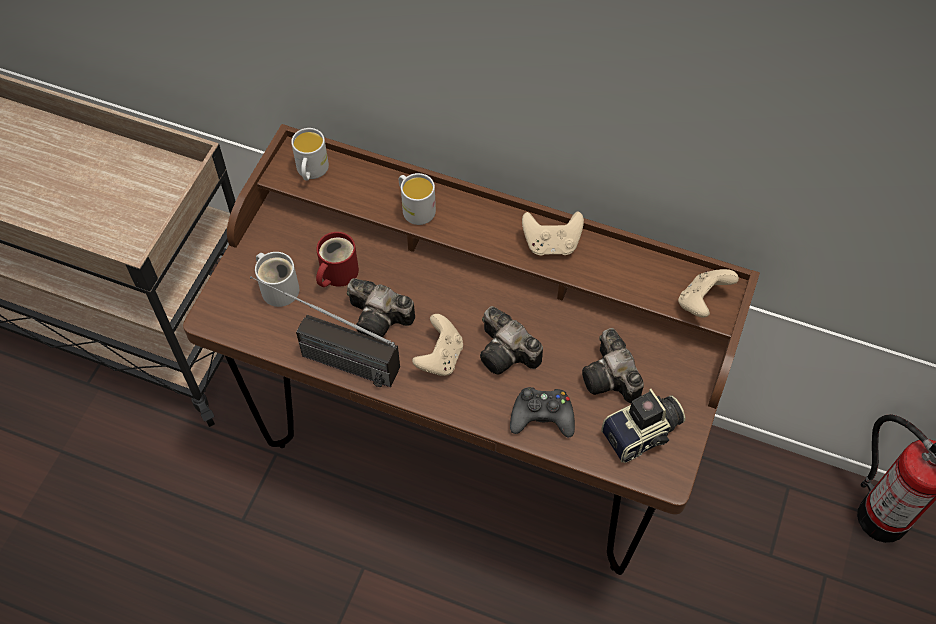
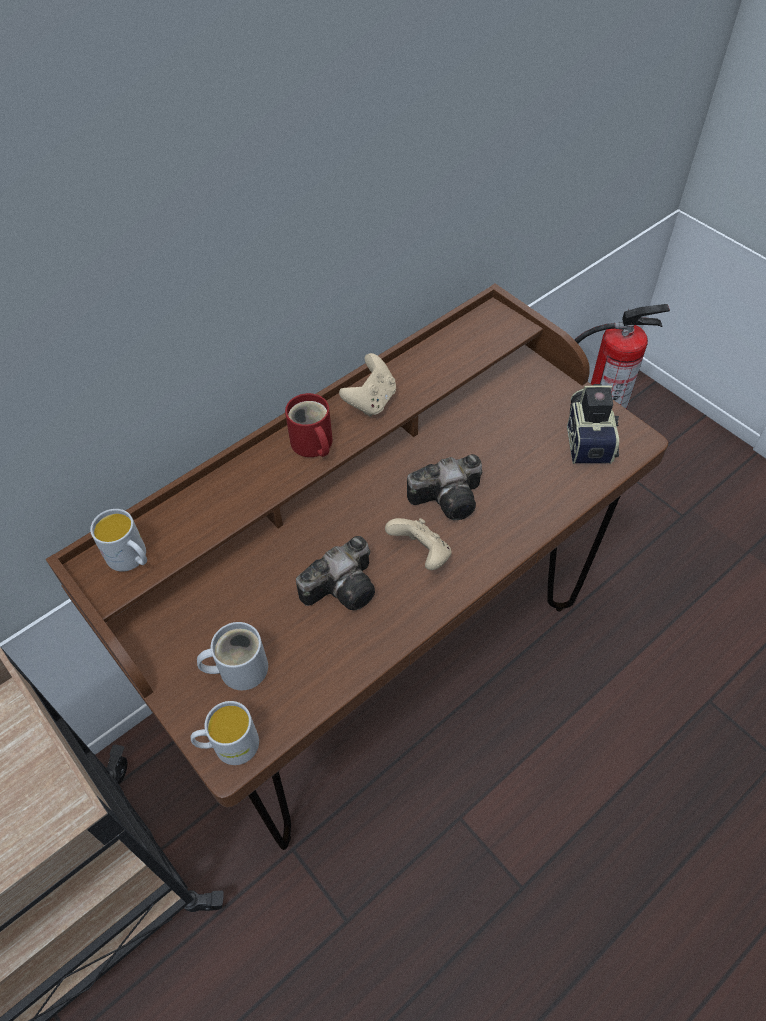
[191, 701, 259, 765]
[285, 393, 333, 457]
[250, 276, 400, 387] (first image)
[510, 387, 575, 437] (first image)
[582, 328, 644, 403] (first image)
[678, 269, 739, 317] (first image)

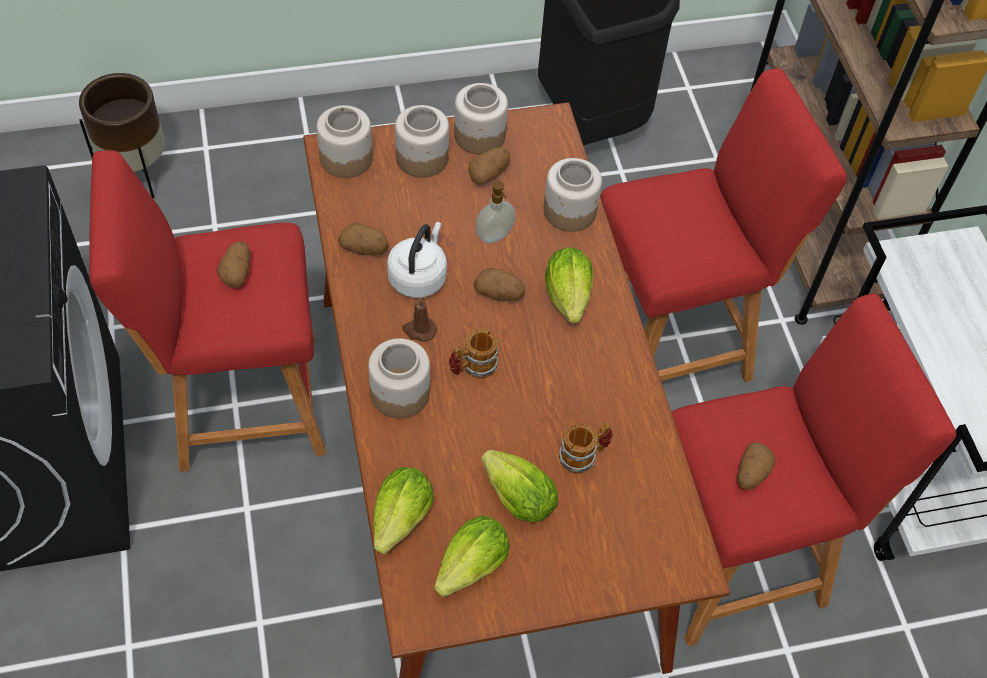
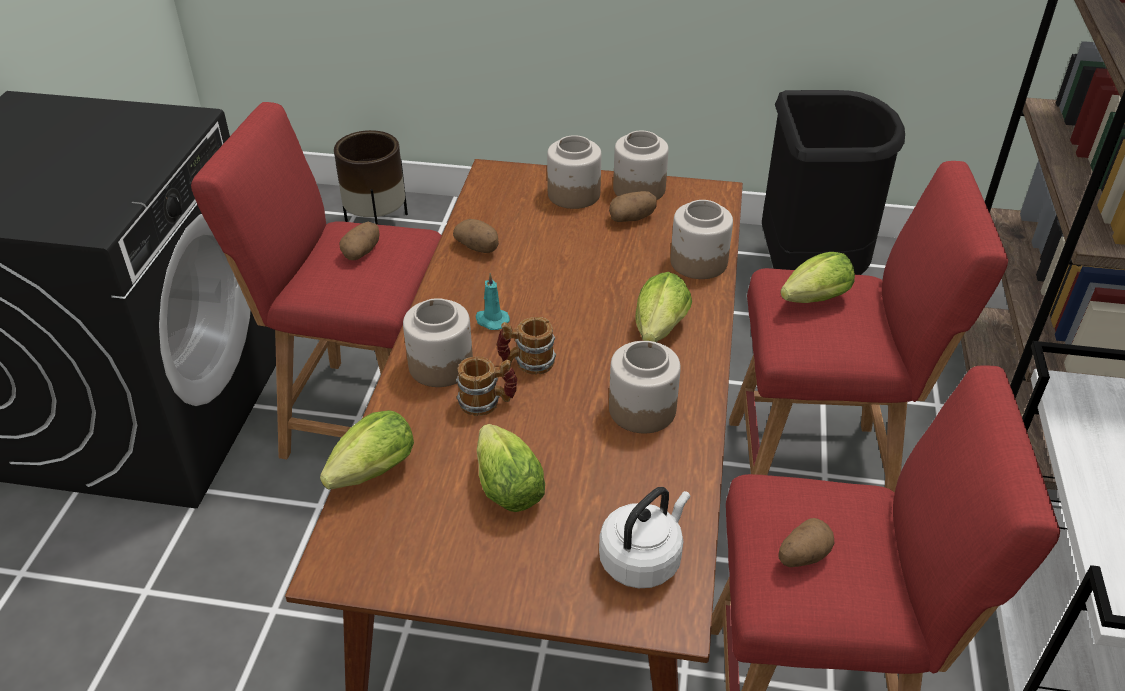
[456, 356, 518, 416]
[476, 274, 510, 330]
[599, 487, 690, 588]
[609, 341, 681, 434]
[780, 252, 855, 303]
[474, 268, 525, 302] (first image)
[476, 181, 515, 244] (first image)

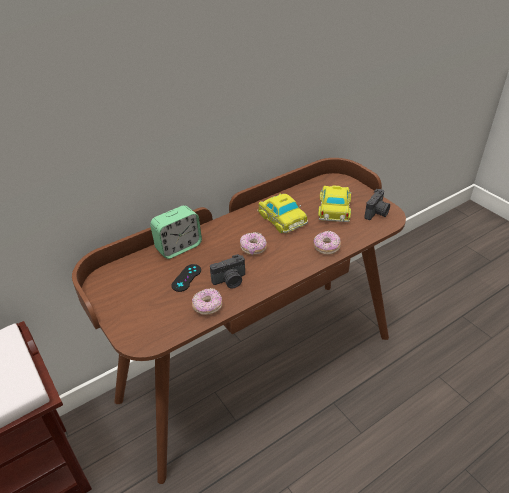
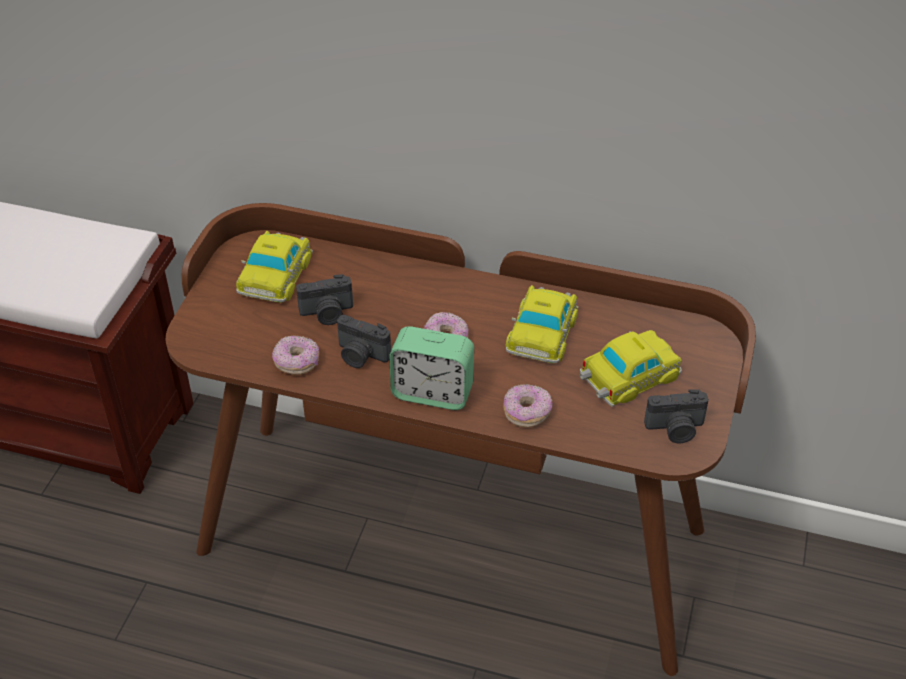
[236, 231, 313, 303]
[296, 274, 353, 325]
[389, 326, 474, 410]

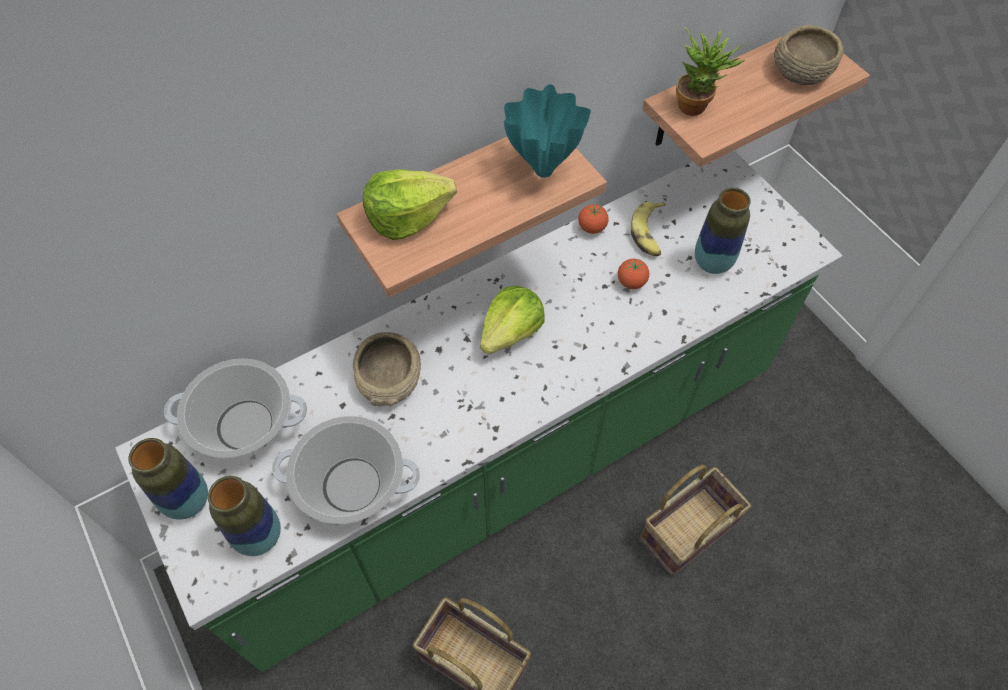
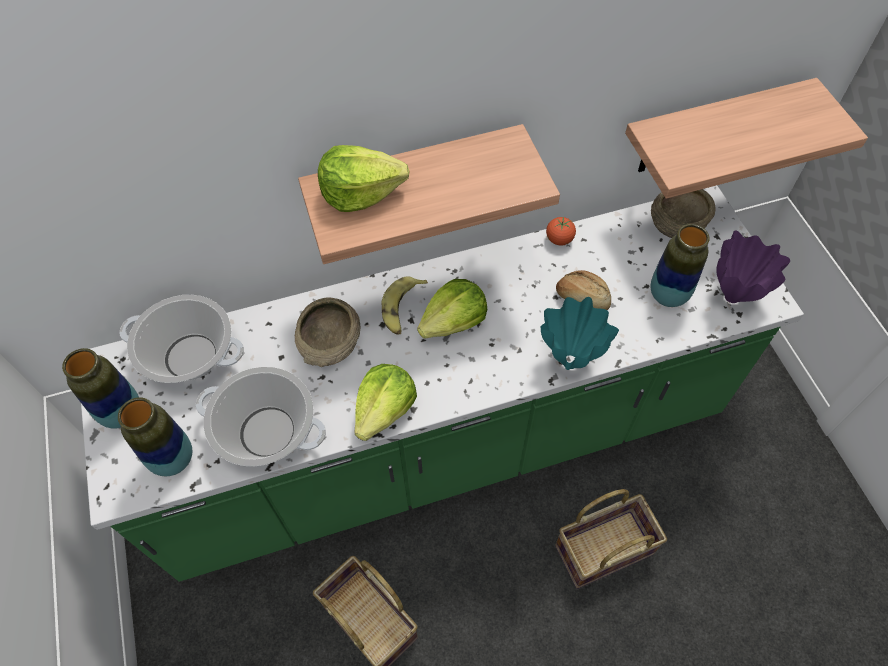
[355, 364, 417, 441]
[382, 277, 428, 335]
[541, 297, 619, 370]
[556, 270, 611, 310]
[651, 189, 716, 238]
[716, 230, 790, 303]
[676, 27, 745, 116] (first image)

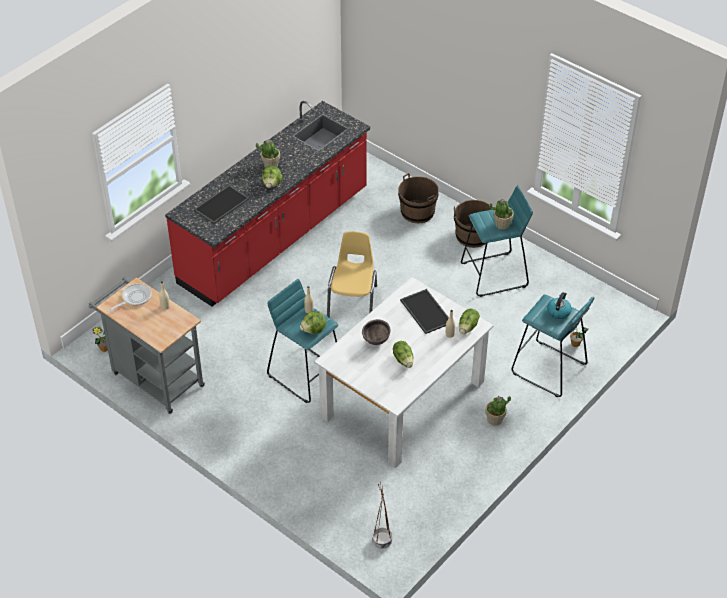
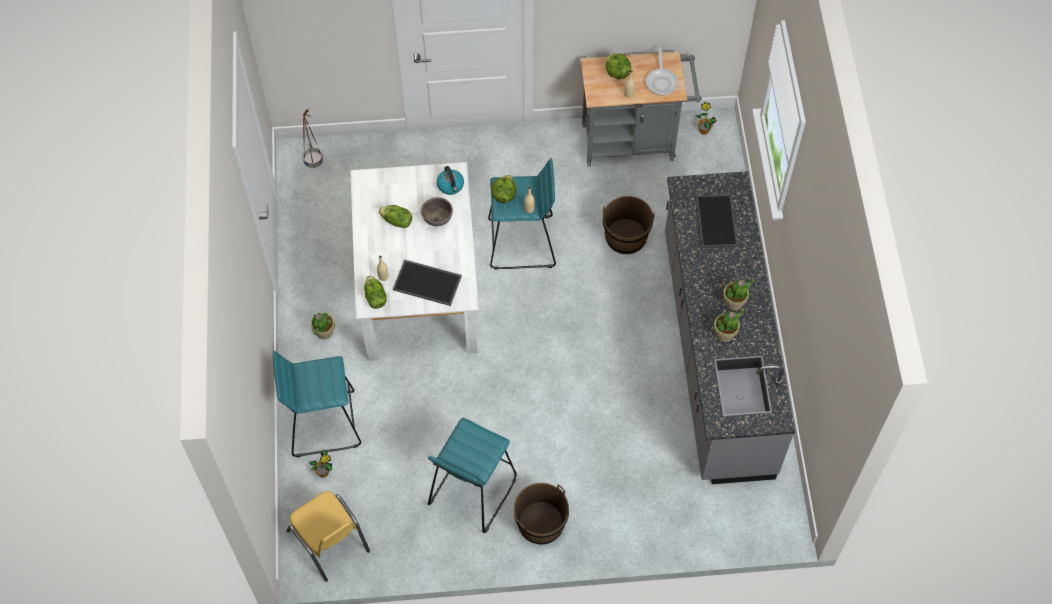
[286, 491, 370, 582]
[437, 166, 464, 195]
[602, 196, 655, 254]
[606, 54, 631, 79]
[665, 171, 795, 484]
[714, 308, 744, 342]

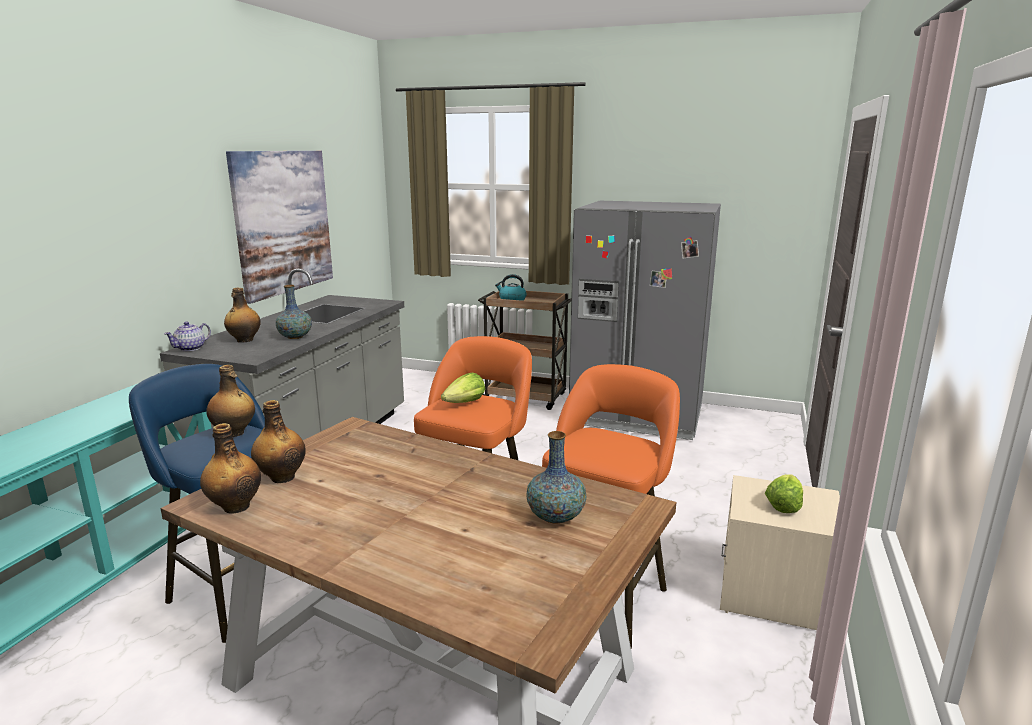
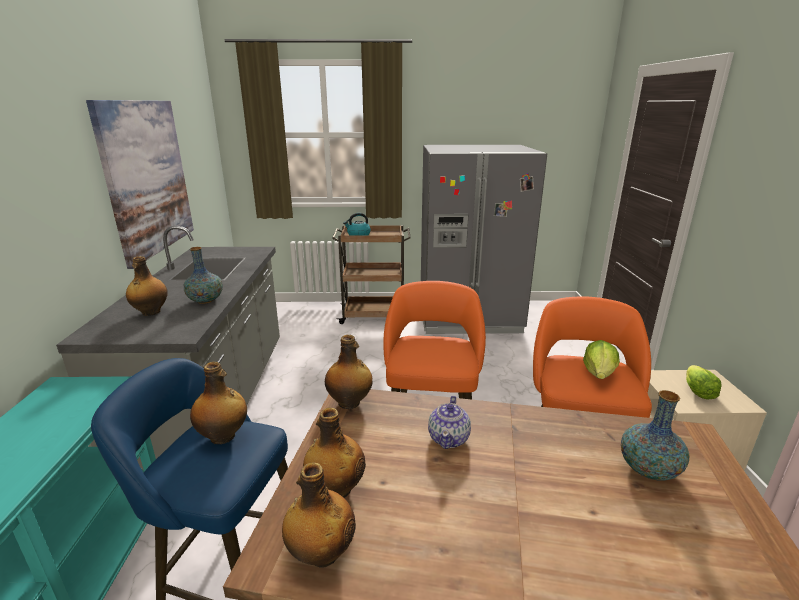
[325, 335, 373, 409]
[428, 396, 471, 449]
[583, 340, 620, 379]

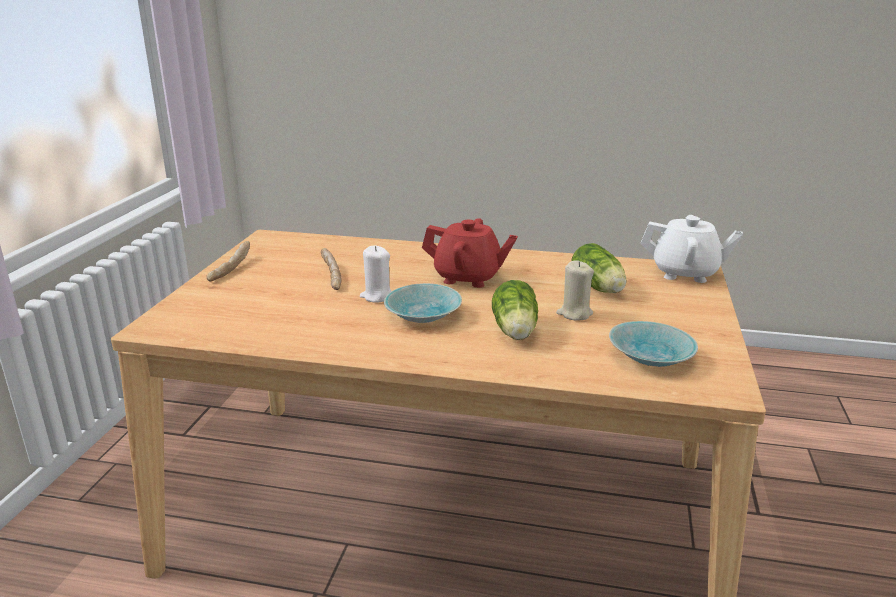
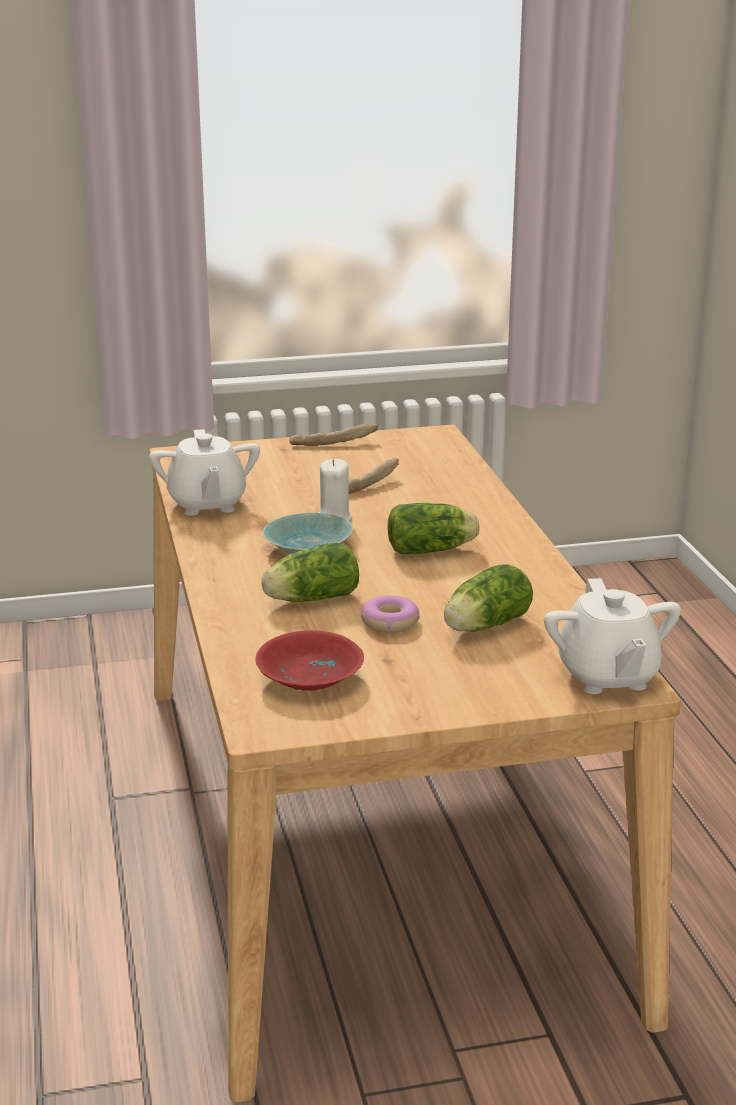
[149, 429, 260, 516]
[255, 630, 364, 691]
[361, 595, 420, 633]
[388, 503, 479, 554]

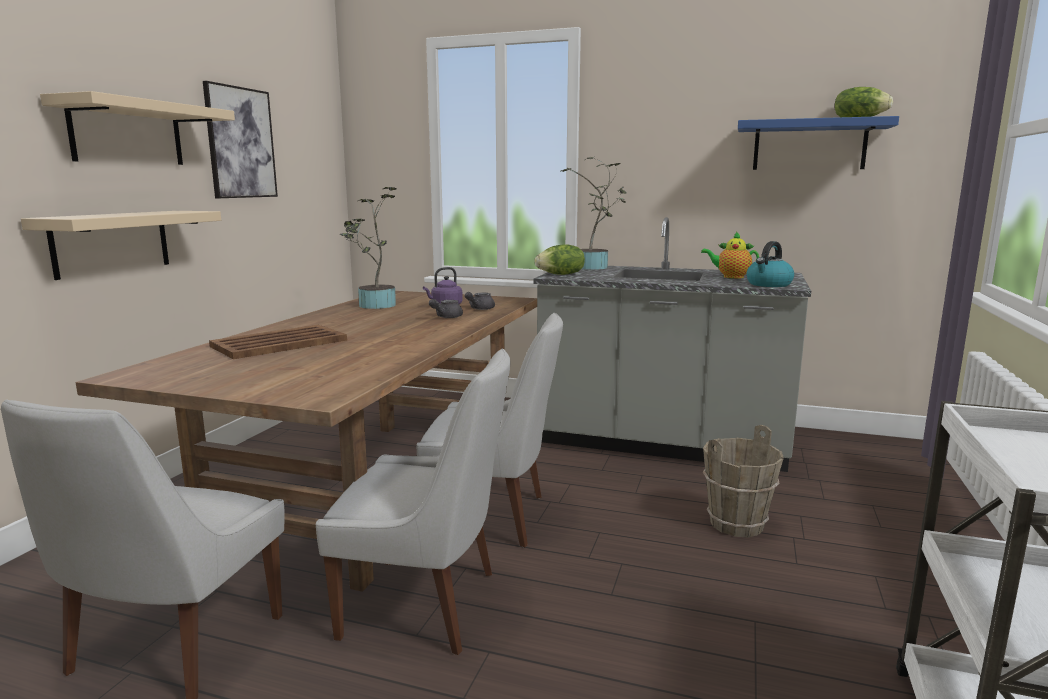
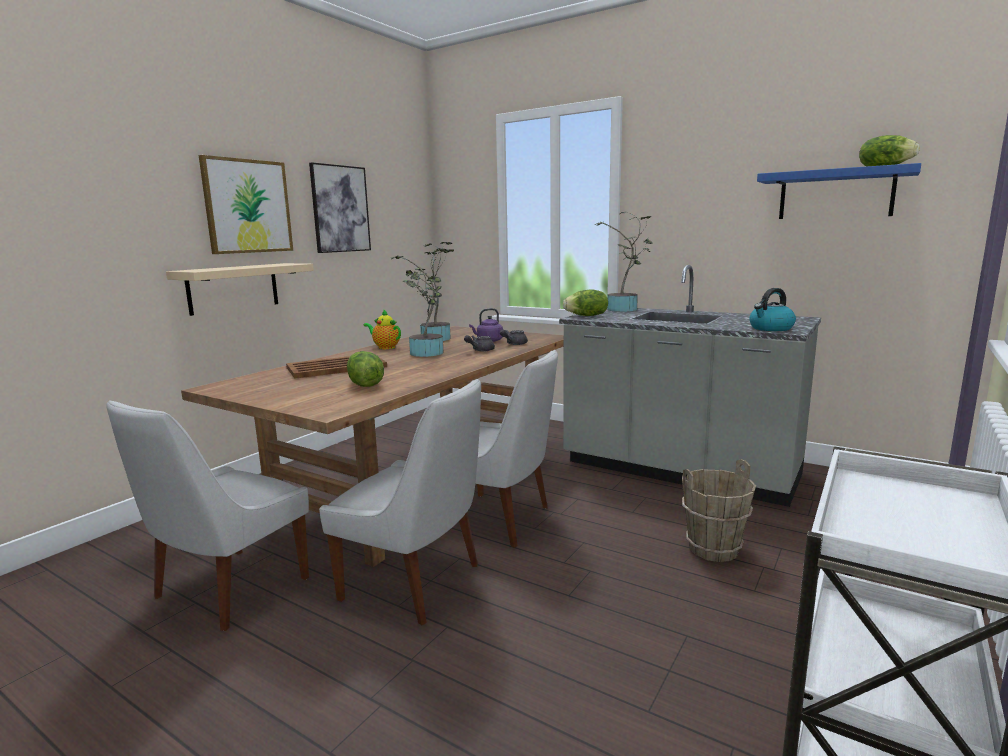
[199, 155, 293, 254]
[347, 351, 384, 387]
[364, 310, 401, 349]
[391, 243, 454, 357]

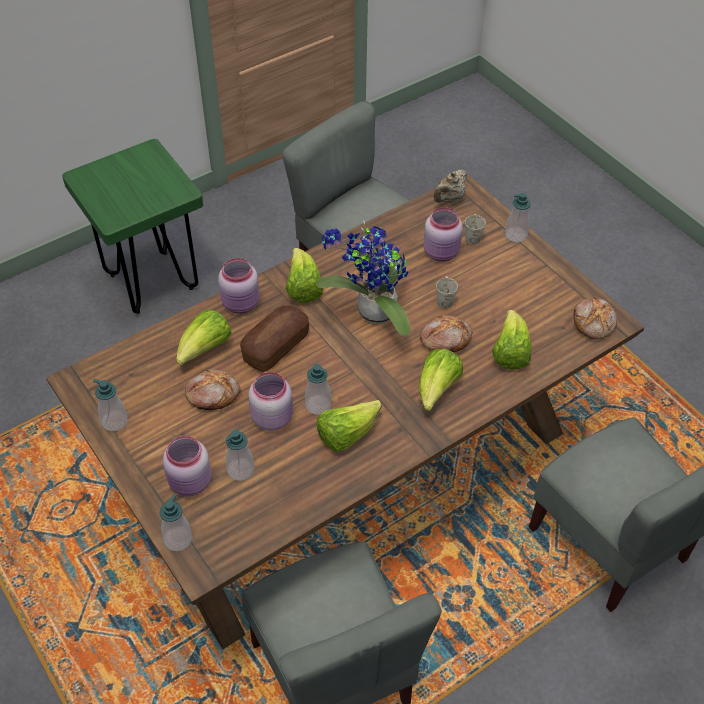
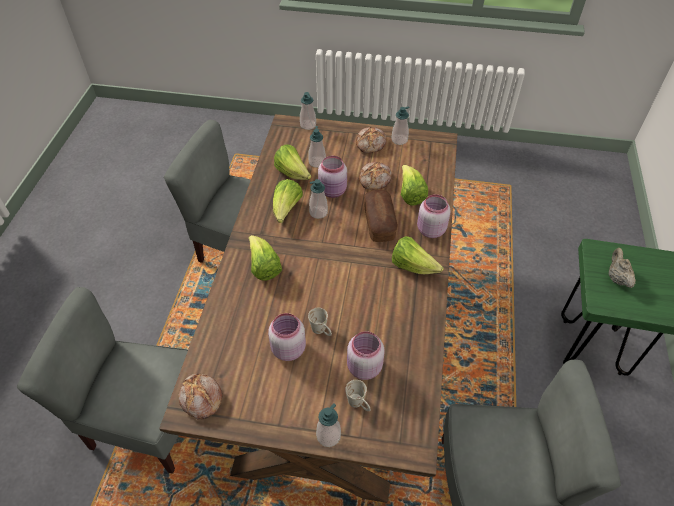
[268, 313, 306, 361]
[274, 144, 311, 180]
[356, 127, 386, 153]
[609, 248, 636, 288]
[316, 221, 411, 336] (first image)

